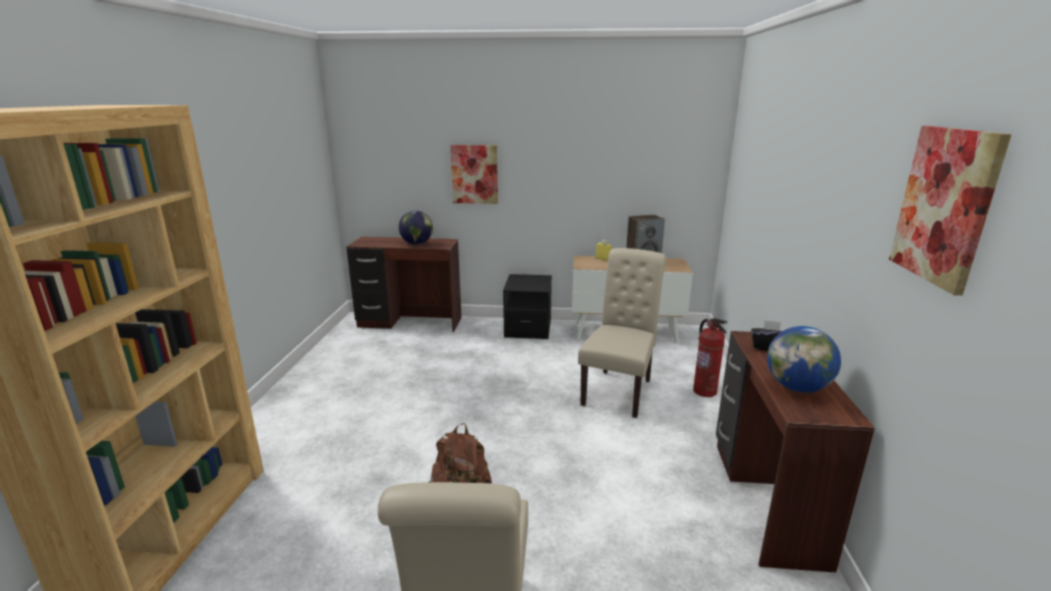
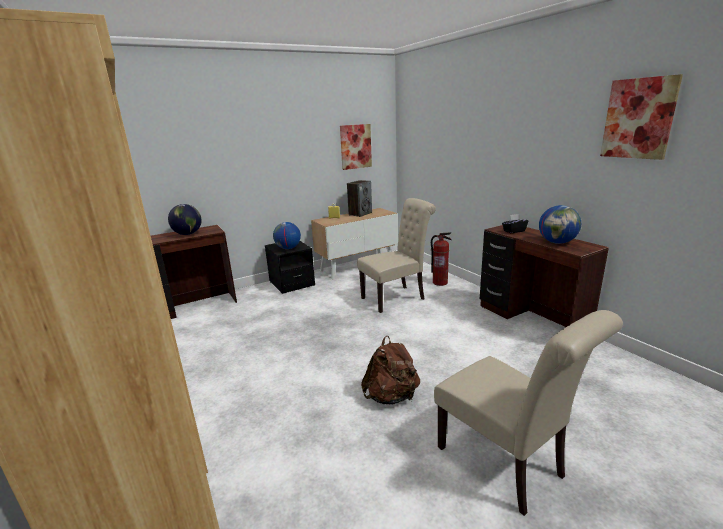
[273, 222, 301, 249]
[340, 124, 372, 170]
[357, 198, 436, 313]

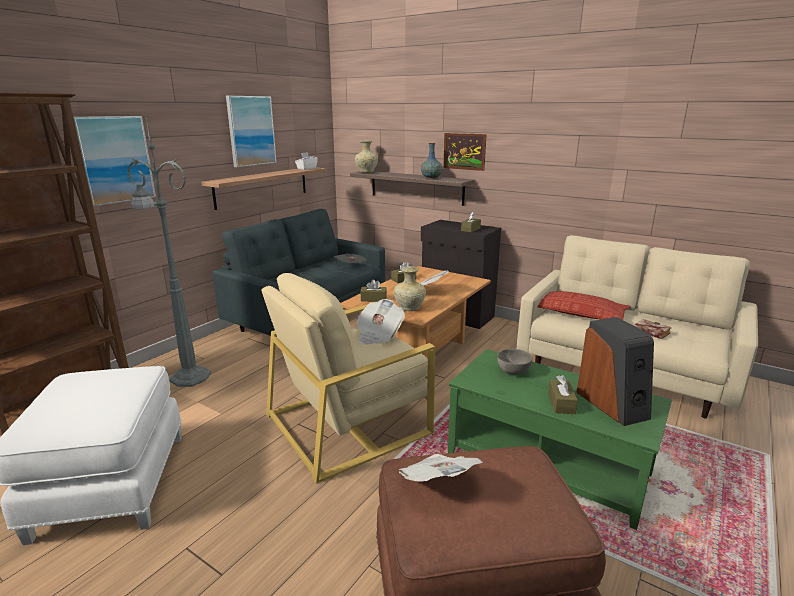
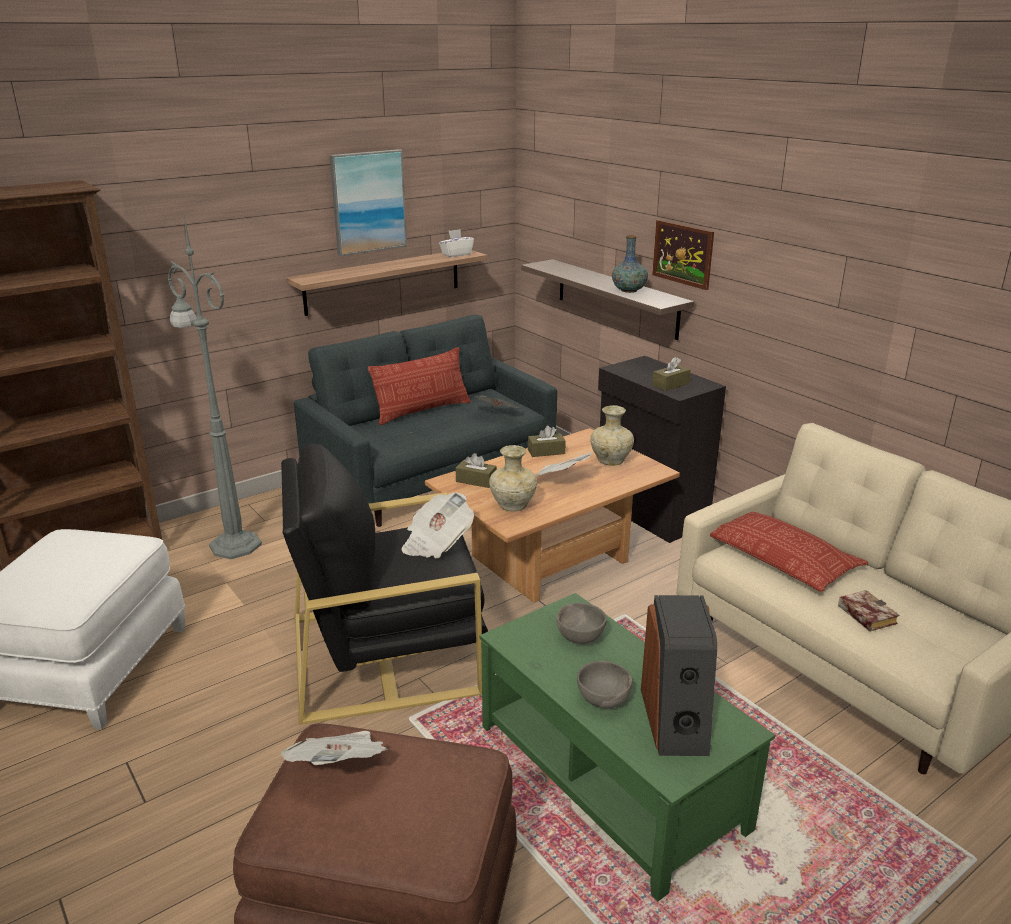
[281, 444, 488, 725]
[368, 347, 471, 425]
[577, 661, 632, 708]
[590, 405, 634, 466]
[73, 116, 156, 207] (first image)

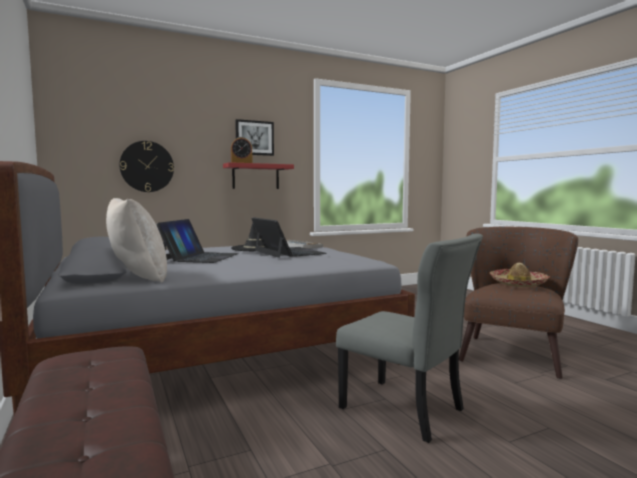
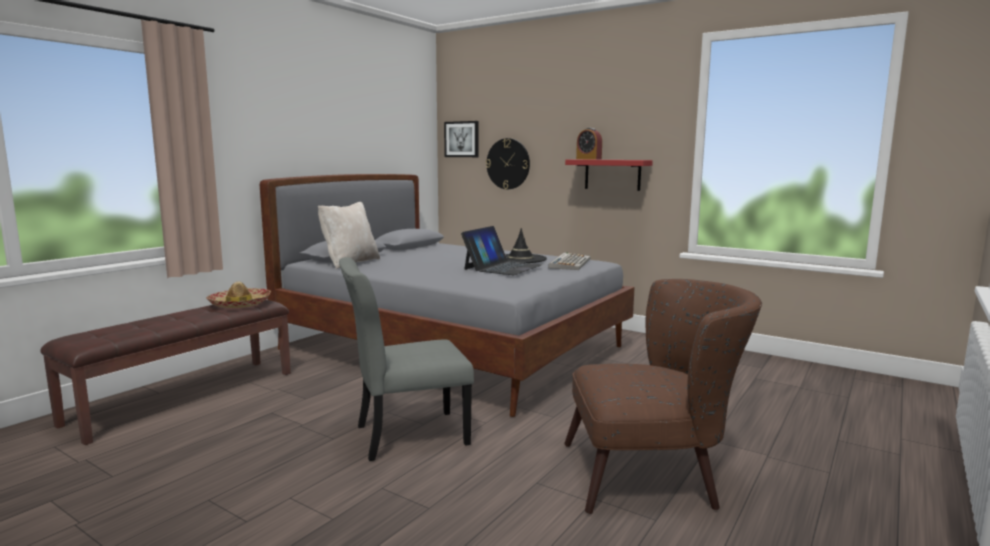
[206, 282, 271, 308]
[339, 257, 474, 461]
[444, 121, 479, 157]
[156, 219, 239, 263] (first image)

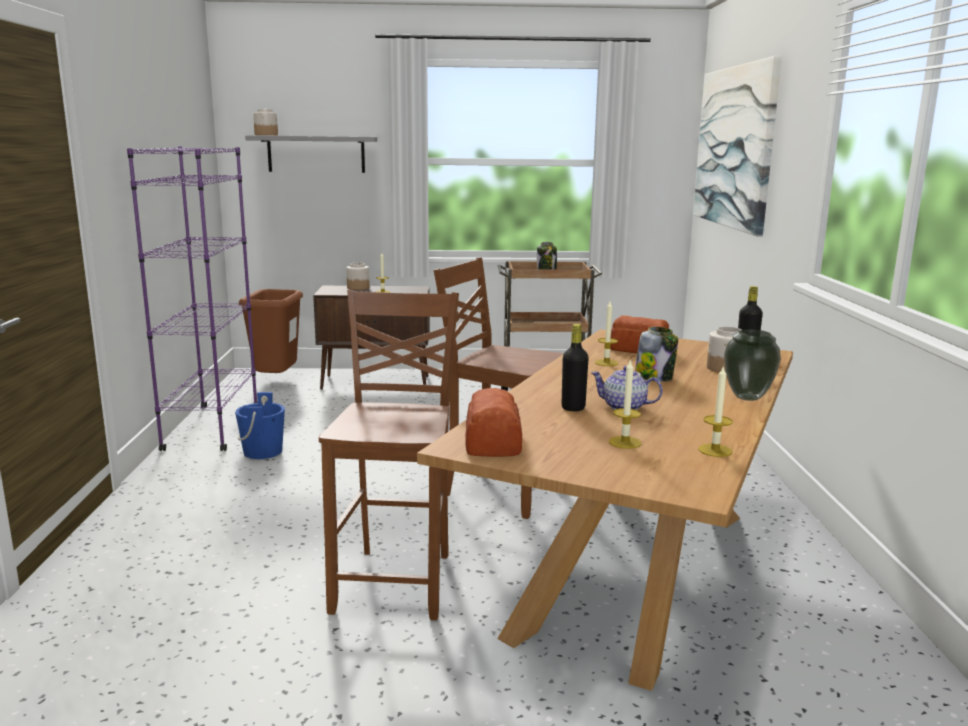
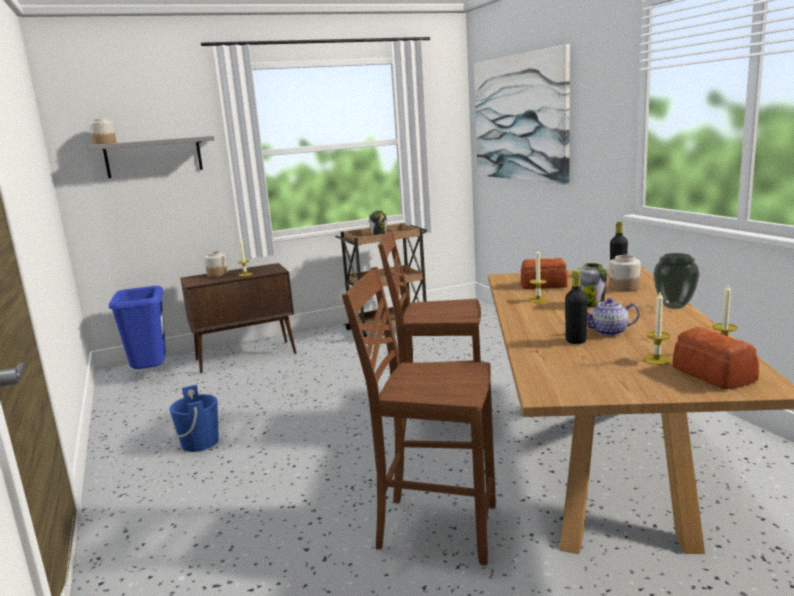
[109, 286, 166, 369]
[342, 267, 496, 565]
[673, 327, 759, 390]
[127, 147, 258, 451] (first image)

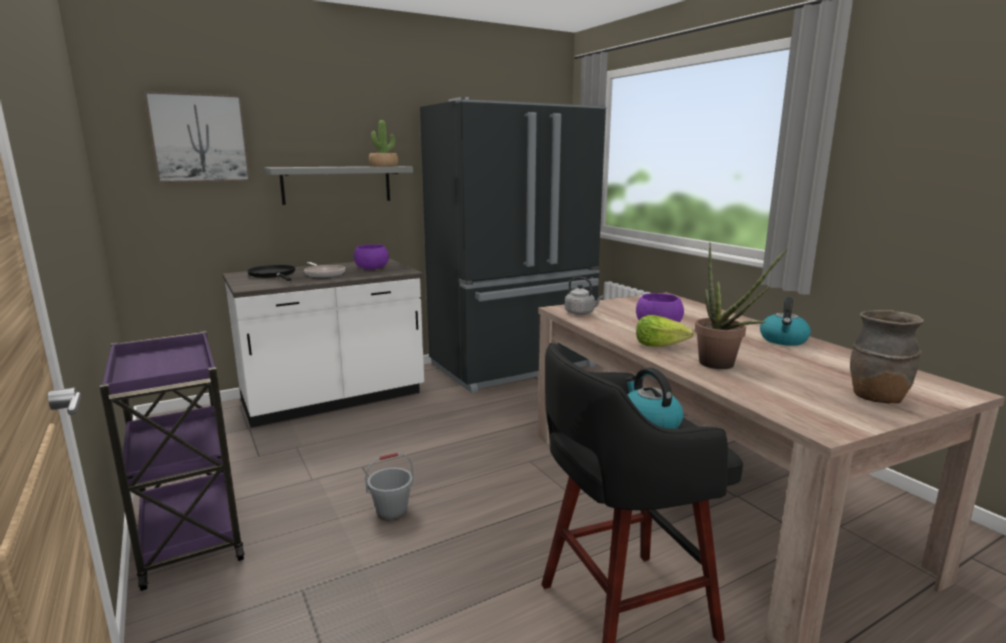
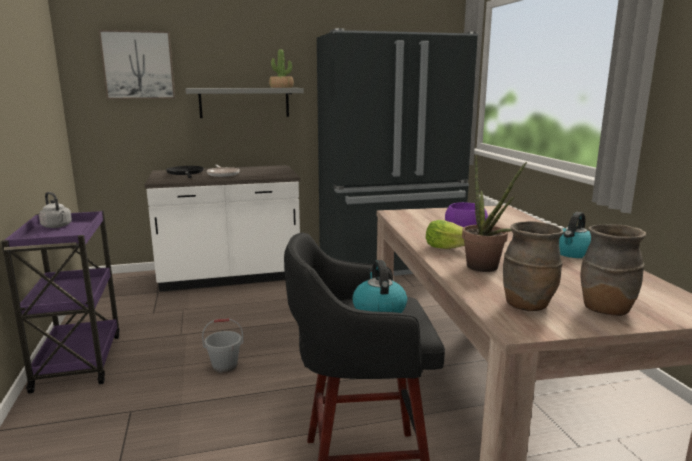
[39, 192, 72, 228]
[503, 221, 564, 311]
[354, 244, 389, 269] (first image)

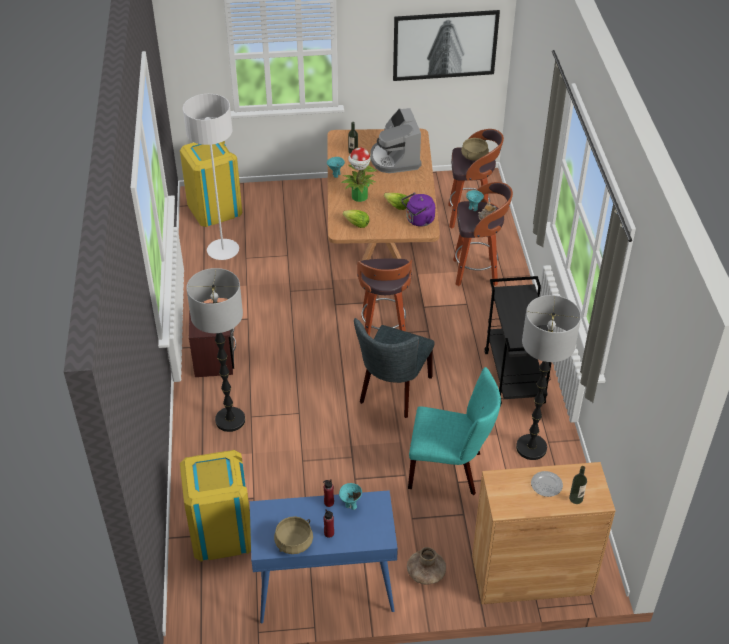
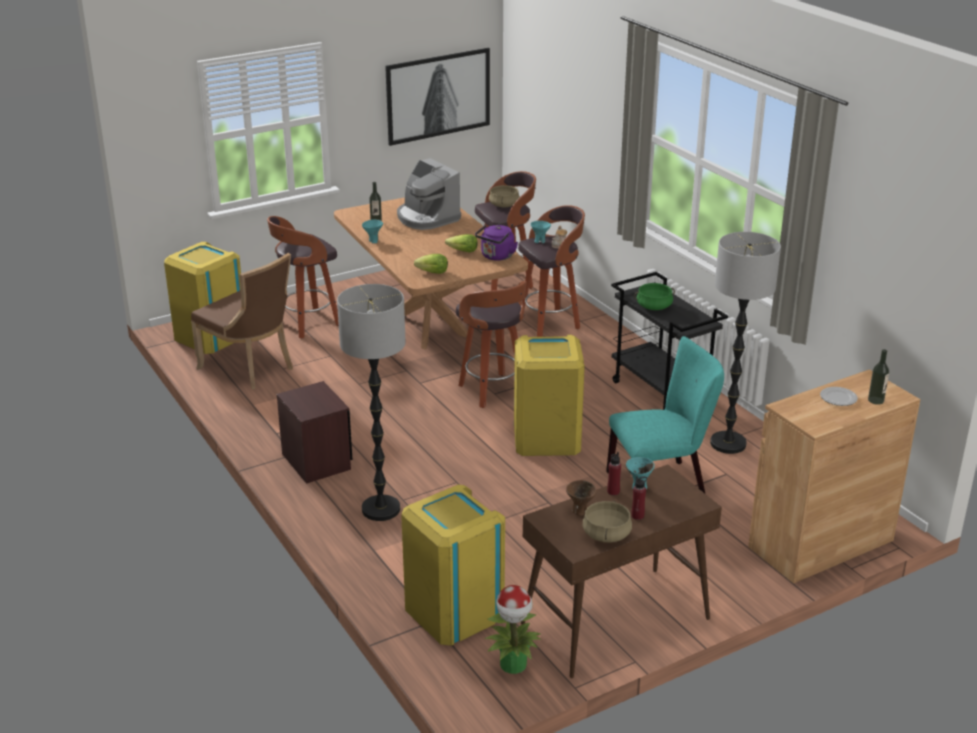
[191, 253, 293, 389]
[267, 216, 339, 339]
[485, 585, 541, 674]
[514, 335, 585, 456]
[521, 464, 722, 678]
[566, 480, 596, 516]
[634, 283, 675, 310]
[407, 547, 446, 585] (first image)

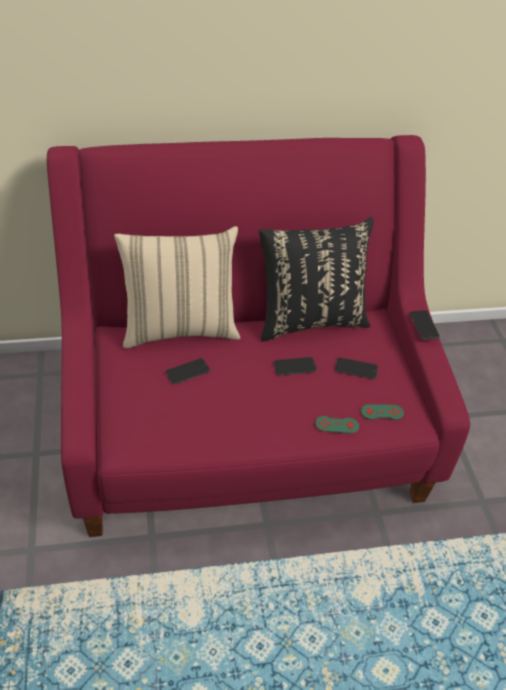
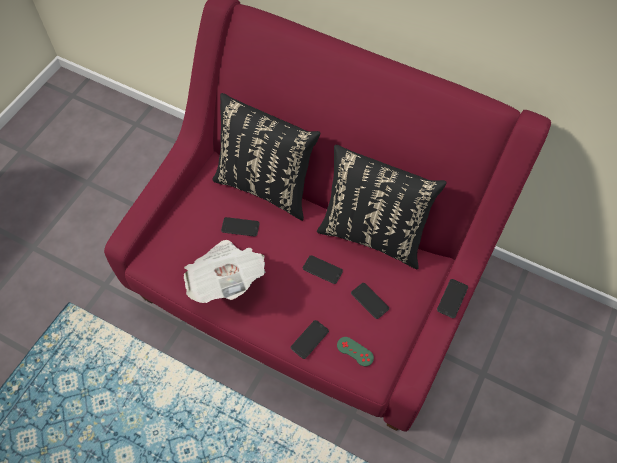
[184, 240, 265, 303]
[212, 93, 320, 221]
[291, 320, 329, 359]

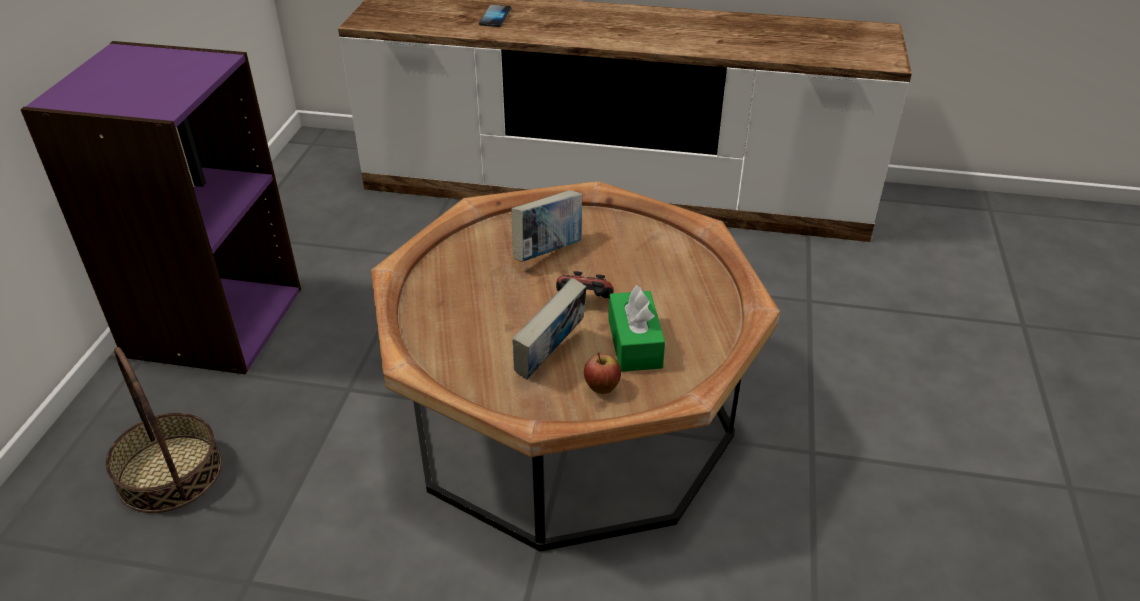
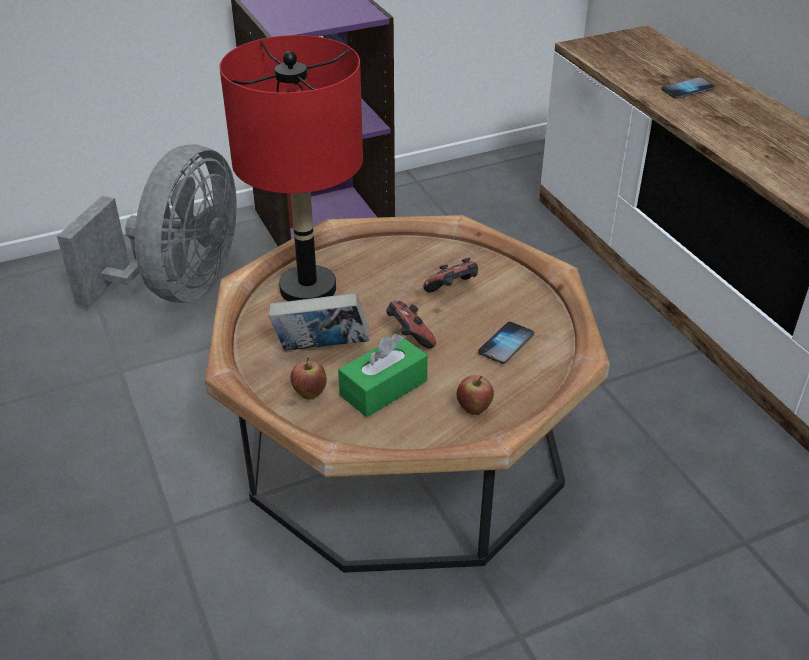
[57, 144, 237, 307]
[219, 35, 363, 301]
[423, 258, 478, 293]
[456, 375, 494, 415]
[478, 322, 534, 364]

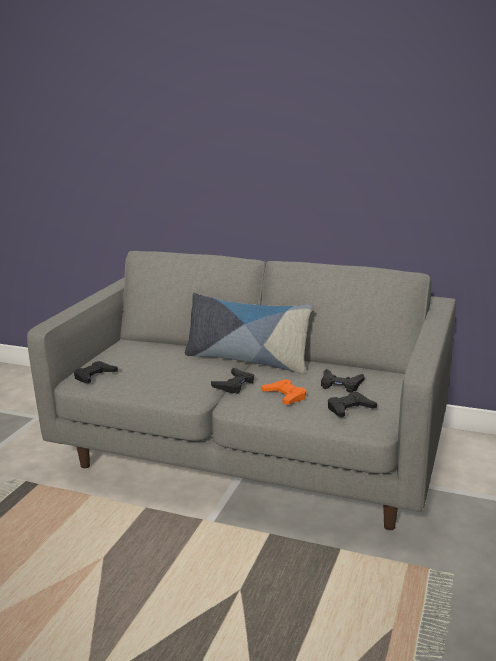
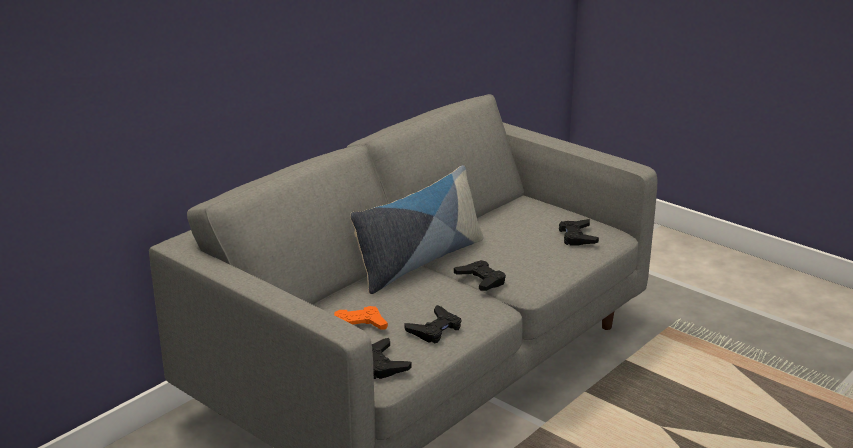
[334, 306, 388, 329]
[404, 305, 461, 344]

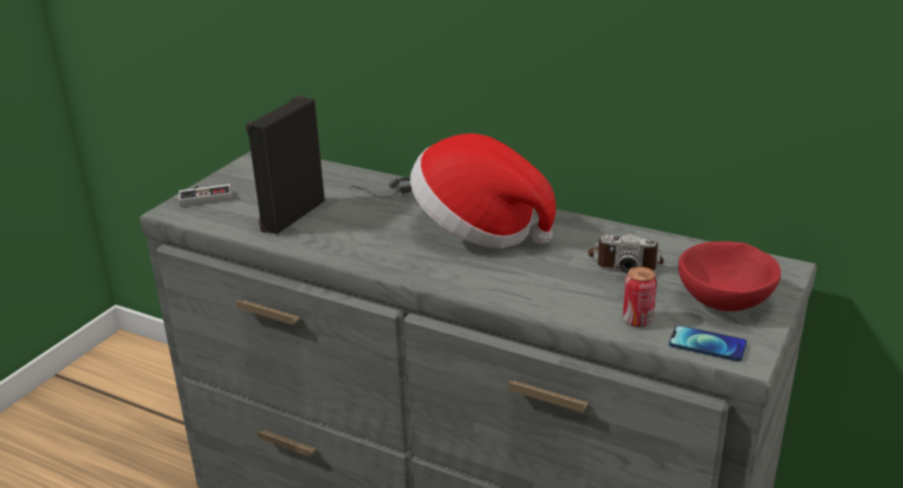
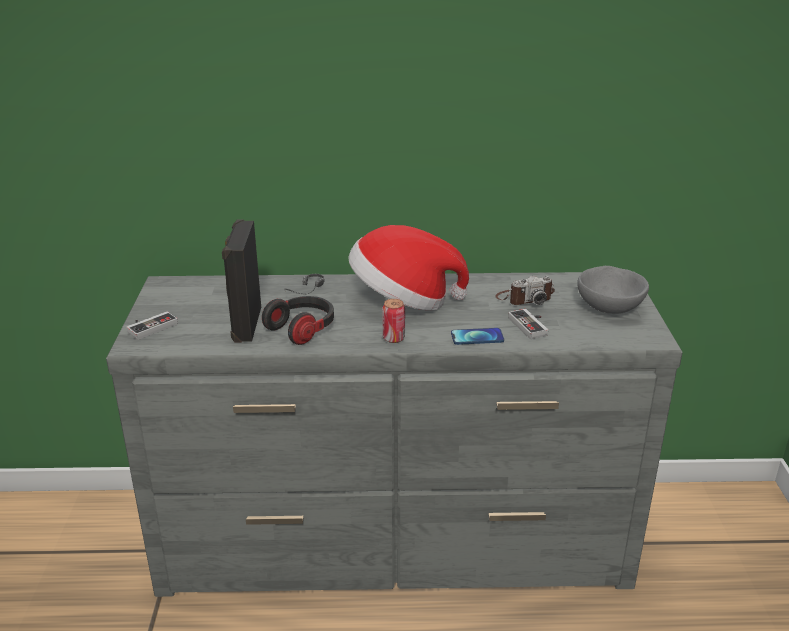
[262, 296, 334, 345]
[382, 299, 405, 343]
[451, 328, 504, 345]
[508, 309, 548, 339]
[577, 266, 649, 314]

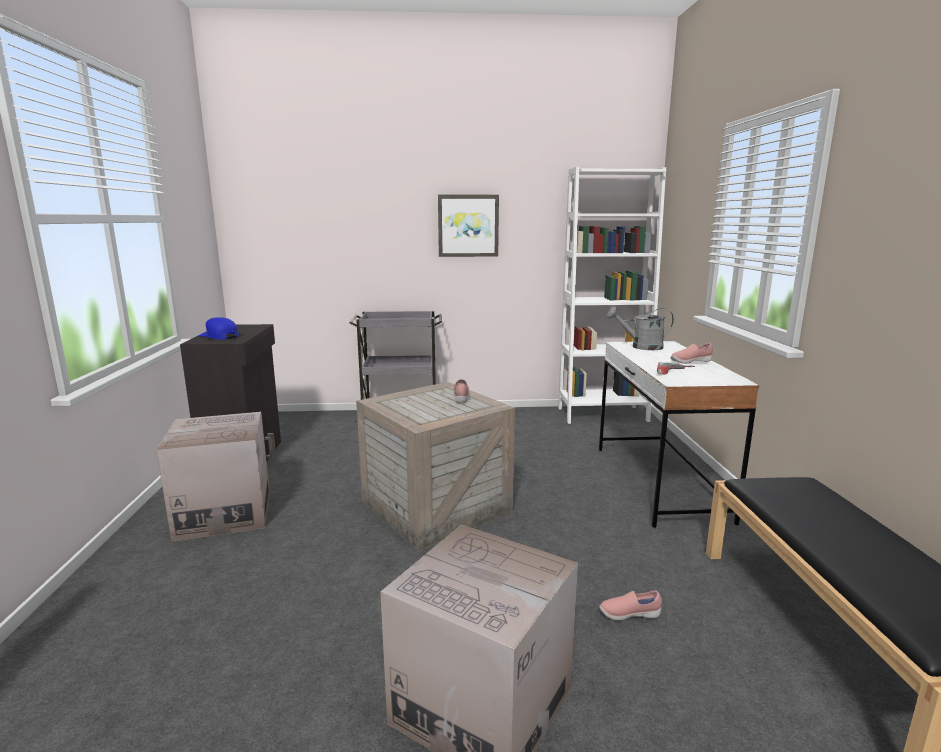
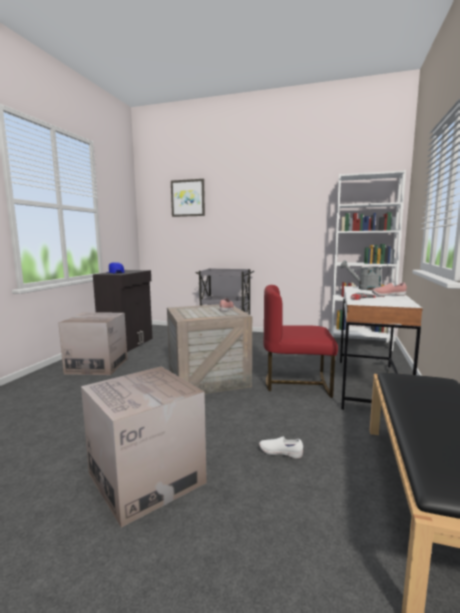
[171, 179, 205, 217]
[259, 436, 303, 459]
[263, 285, 338, 398]

